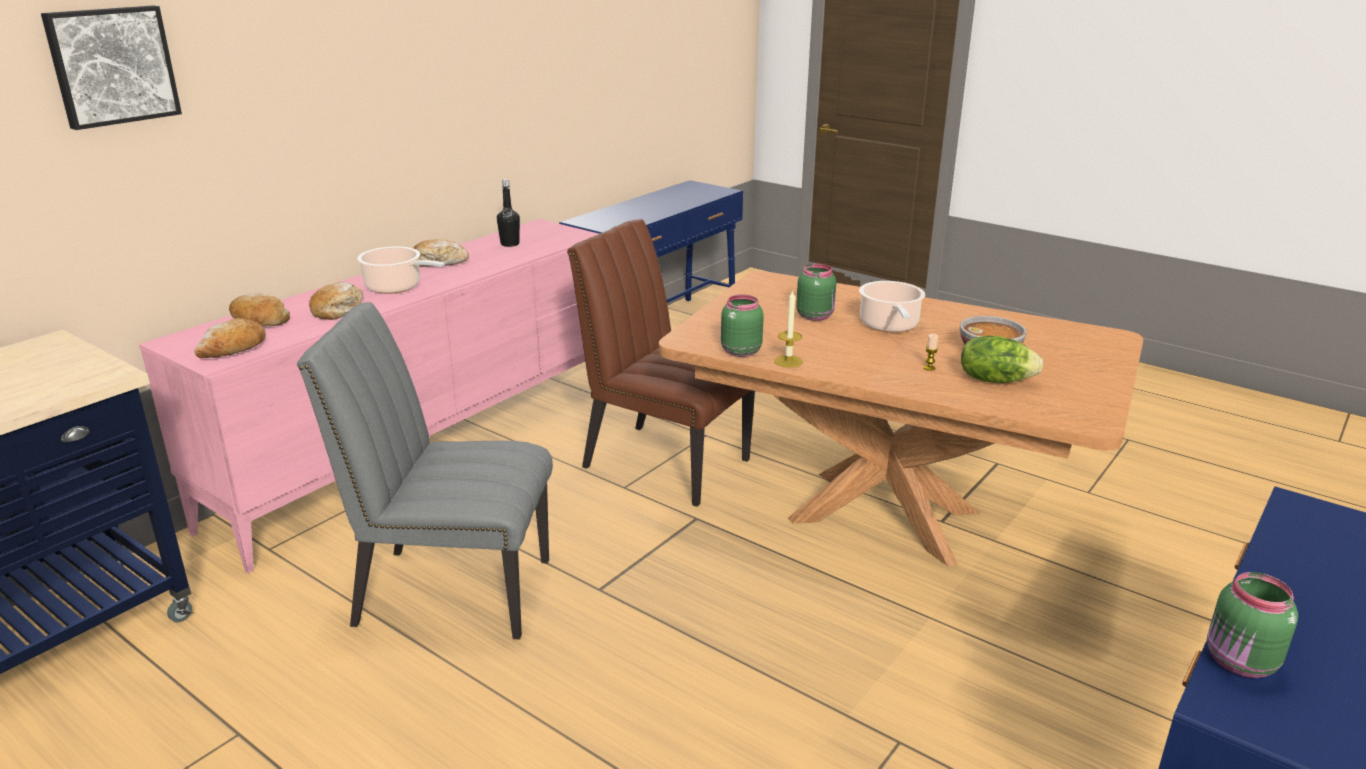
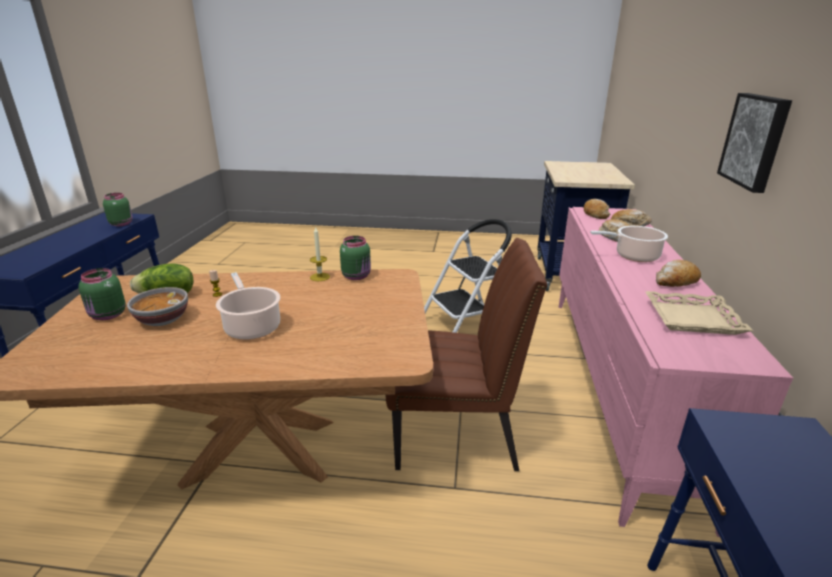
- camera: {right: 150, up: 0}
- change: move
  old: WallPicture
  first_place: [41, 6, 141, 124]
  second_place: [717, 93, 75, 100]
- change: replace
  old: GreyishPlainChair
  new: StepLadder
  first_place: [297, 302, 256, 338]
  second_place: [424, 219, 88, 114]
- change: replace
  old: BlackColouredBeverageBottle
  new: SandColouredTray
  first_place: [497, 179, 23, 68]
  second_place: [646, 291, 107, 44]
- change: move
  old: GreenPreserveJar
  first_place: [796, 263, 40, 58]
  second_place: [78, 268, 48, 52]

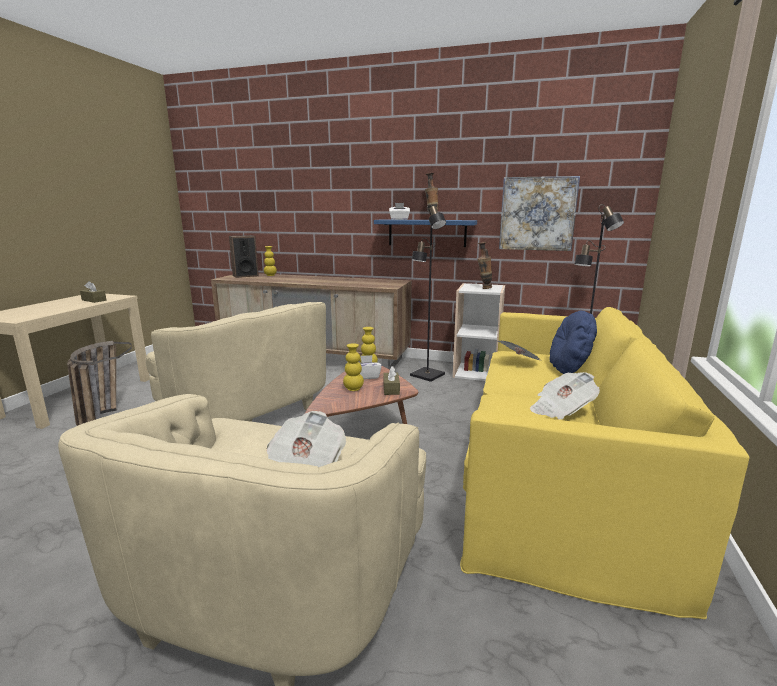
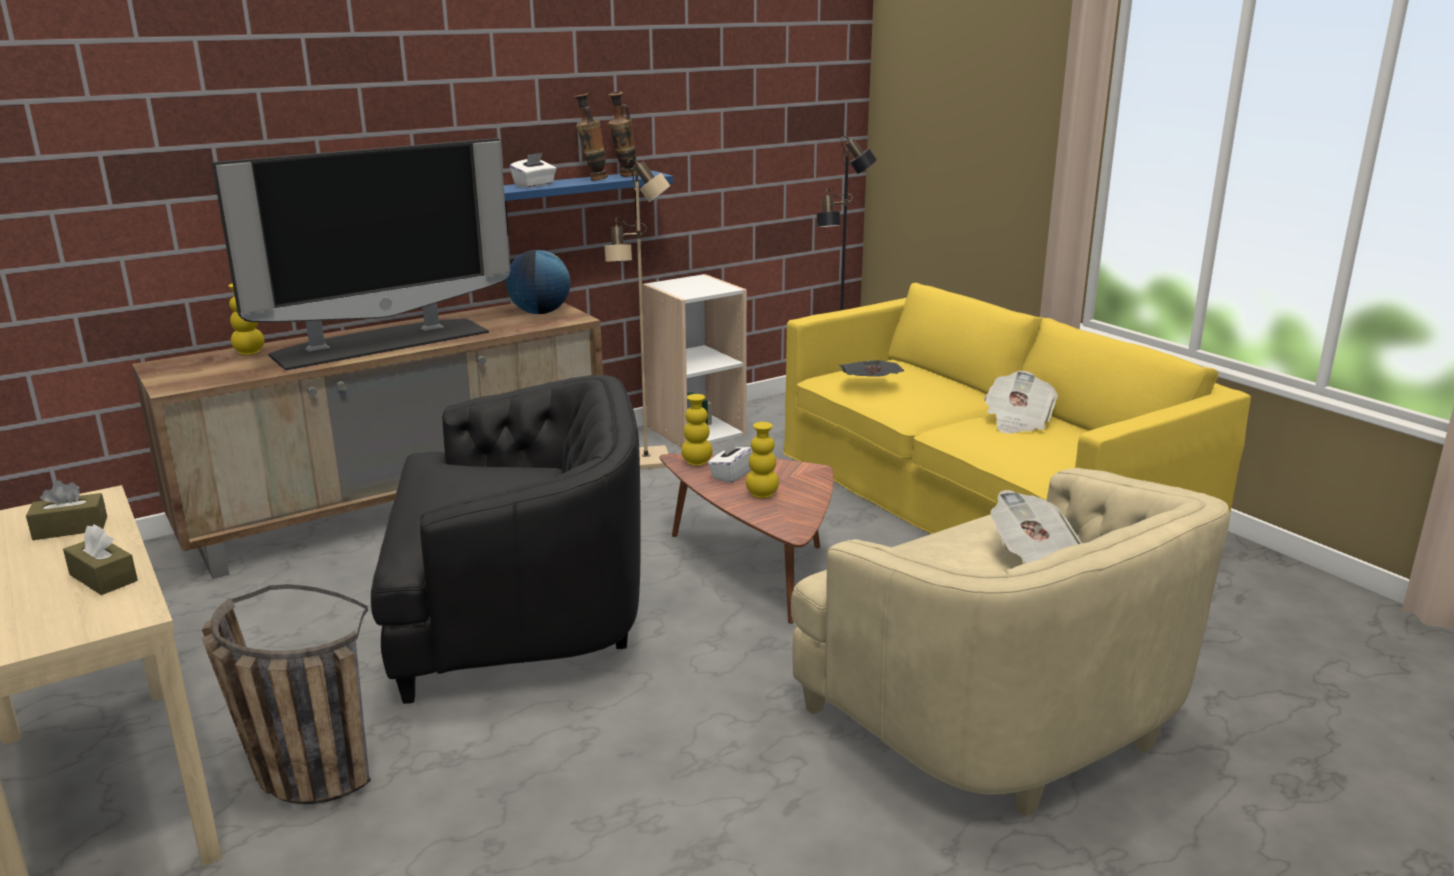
- camera: {right: -50, up: 5}
- change: recolor
  old: SandColouredEasyChair
  new: BlackColouredEasyChair
  first_place: [146, 302, 180, 120]
  second_place: [371, 375, 270, 329]
- change: delete
  old: Speaker
  first_place: [229, 235, 30, 43]
- change: move
  old: BrownColouredTissueHolder
  first_place: [383, 366, 17, 29]
  second_place: [63, 524, 75, 71]
- change: recolor
  old: BlackColouredStandardLamp
  new: SandColouredStandardLamp
  first_place: [410, 204, 36, 178]
  second_place: [605, 159, 65, 311]
- change: move
  old: Vase
  first_place: [477, 242, 15, 47]
  second_place: [608, 92, 29, 85]
- change: delete
  old: WallPicture
  first_place: [499, 176, 81, 75]
- change: delete
  old: BluishPillow
  first_place: [550, 311, 47, 63]
- change: insert
  new: Tv
  second_place: [212, 138, 298, 232]
- change: insert
  new: DeskGlobe
  second_place: [506, 250, 64, 64]

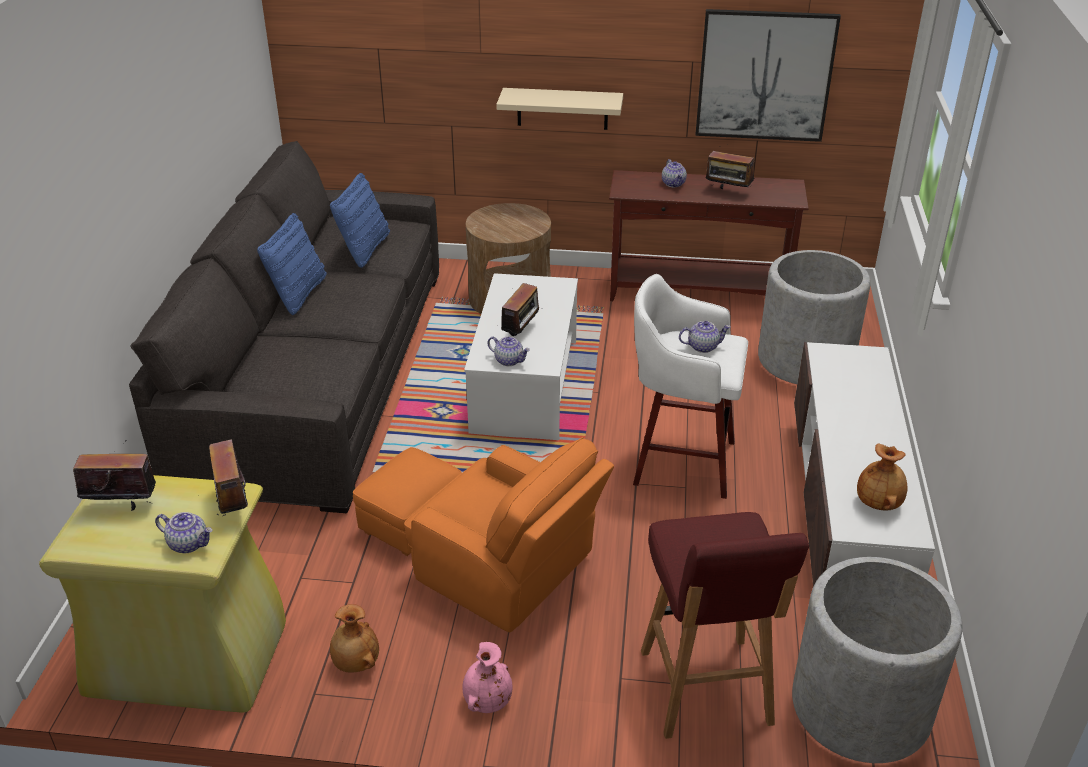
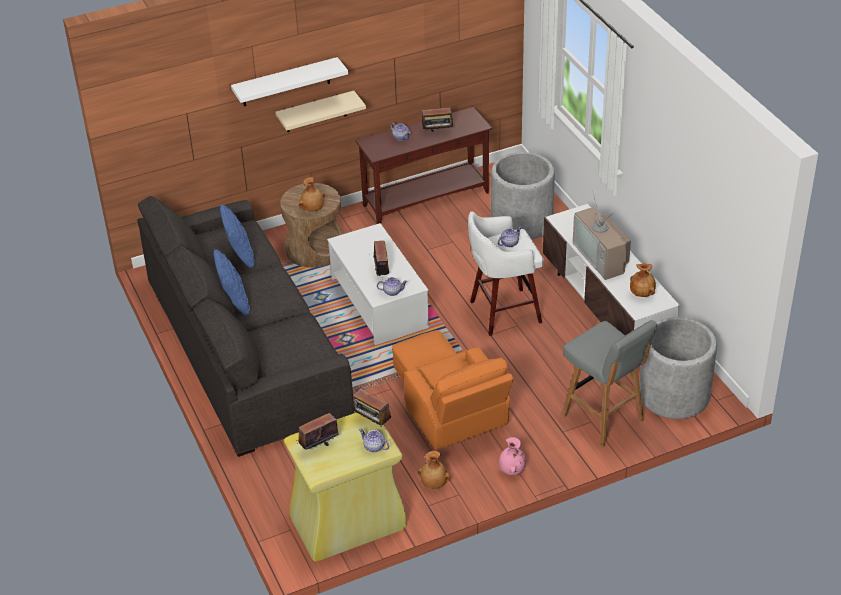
- camera: {right: -30, up: 5}
- change: rotate
  old: PotForTea
  first_place: [155, 512, 58, 41]
  second_place: [359, 429, 30, 23]
  degrees: -135
- change: rotate
  old: OrangeEasyChair
  first_place: [353, 437, 261, 195]
  second_place: [392, 330, 122, 120]
  degrees: 60
- change: recolor
  old: ReddishStoolSeat
  new: GreyishStoolSeat
  first_place: [641, 512, 168, 227]
  second_place: [562, 320, 95, 127]
- change: delete
  old: WallPicture
  first_place: [696, 9, 145, 133]
- change: insert
  new: WhiteColouredShelf
  second_place: [231, 57, 117, 49]
- change: insert
  new: BrownColouredVase
  second_place: [299, 177, 26, 35]
- change: insert
  new: Tv
  second_place: [573, 190, 58, 90]

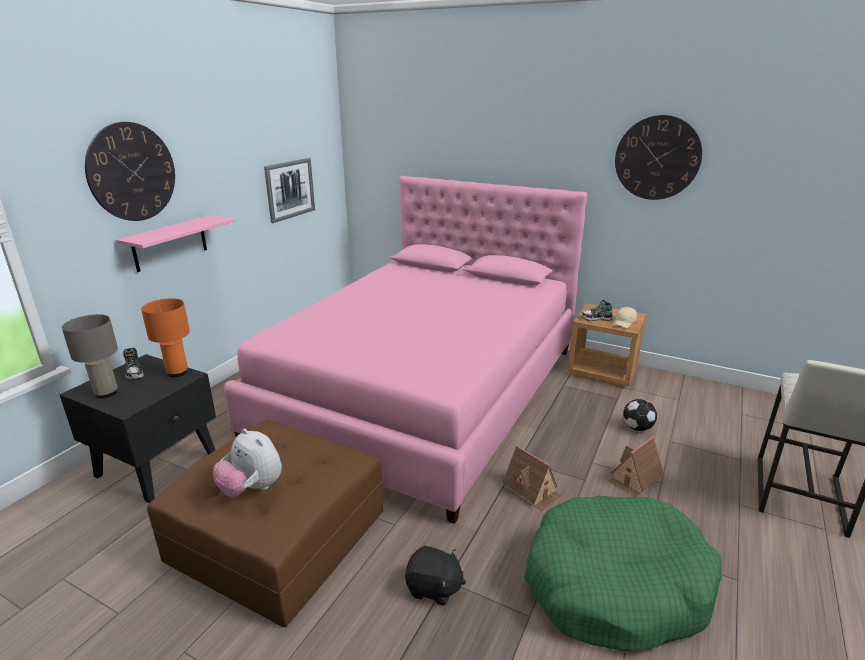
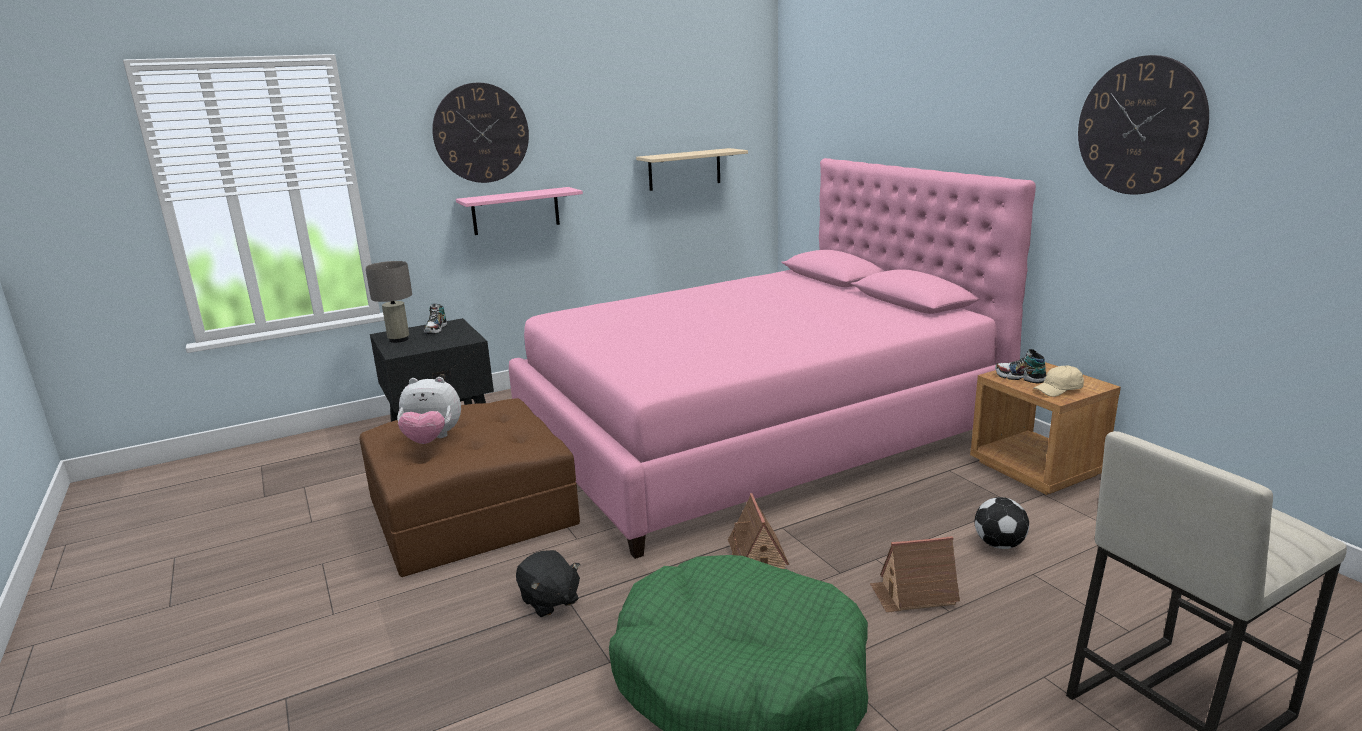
- camera: {right: 35, up: -5}
- change: delete
  old: OrangeTabletopLamp
  first_place: [141, 298, 49, 79]
- change: rotate
  old: SoftToy
  first_place: [213, 428, 69, 69]
  second_place: [397, 377, 64, 67]
  degrees: -75
- change: replace
  old: WallPicture
  new: SandColouredShelf
  first_place: [264, 158, 51, 65]
  second_place: [636, 148, 112, 43]

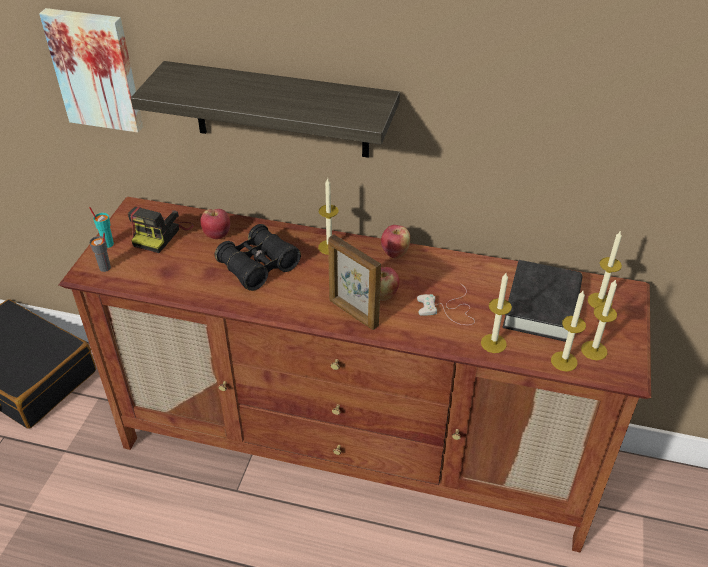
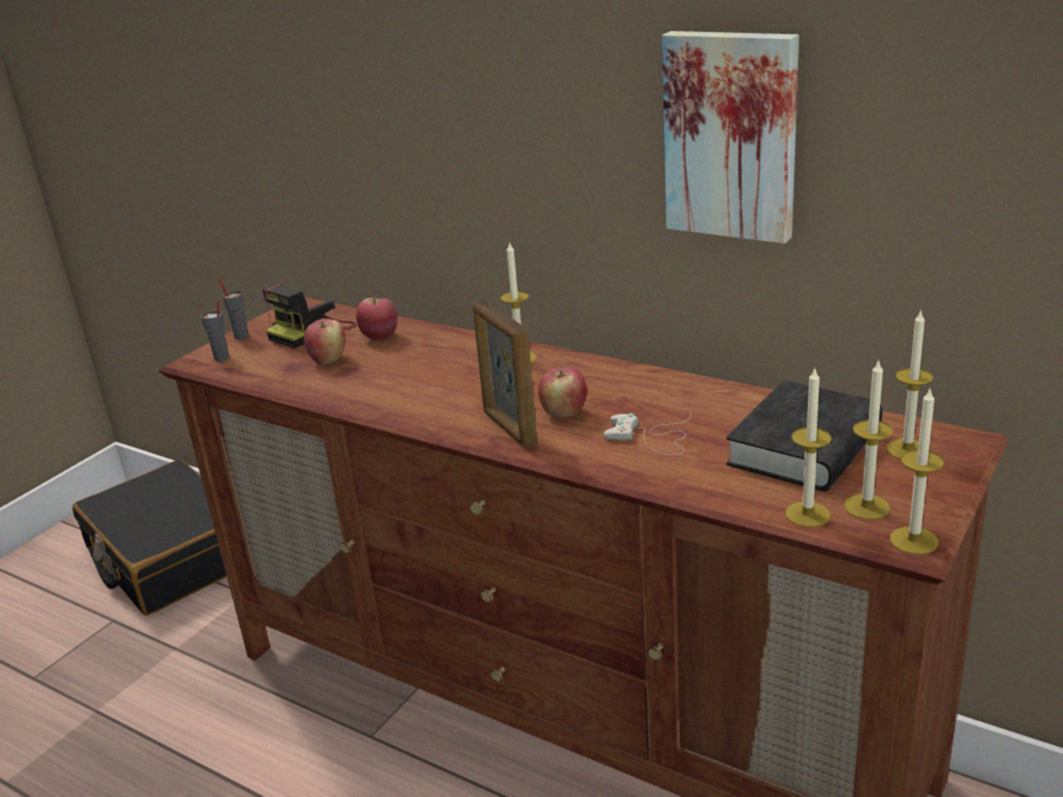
- camera: {right: 20, up: -15}
- change: move
  old: WallPicture
  first_place: [39, 8, 104, 125]
  second_place: [662, 31, 137, 213]
- change: recolor
  old: BlueGreenDrinkingCup
  new: GreyishDrinkingCup
  first_place: [89, 207, 25, 41]
  second_place: [219, 279, 30, 61]
- change: delete
  old: Shelf
  first_place: [131, 61, 269, 97]
- change: delete
  old: BlackColouredPairOfBinoculars
  first_place: [215, 224, 86, 67]
- change: move
  old: Apple
  first_place: [381, 225, 29, 33]
  second_place: [304, 318, 41, 47]
- change: move
  old: WaxLight
  first_place: [481, 273, 31, 80]
  second_place: [890, 389, 54, 166]

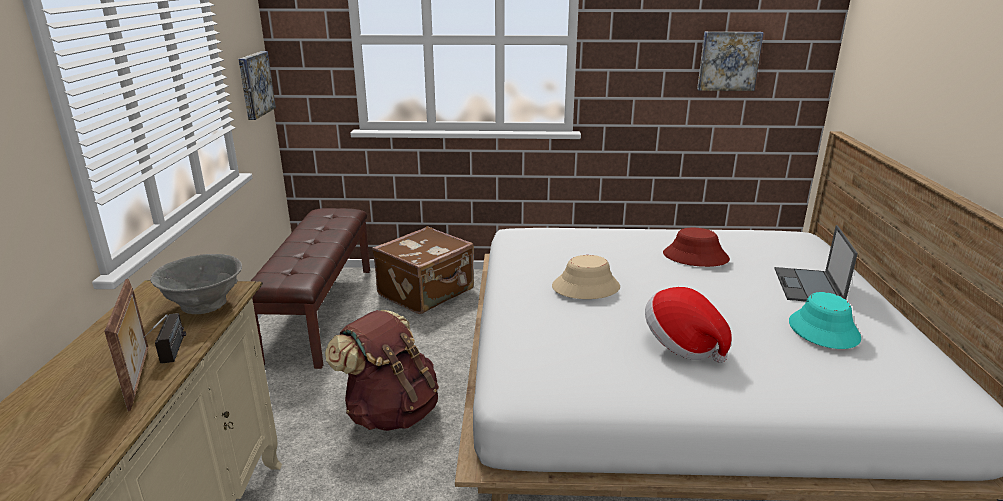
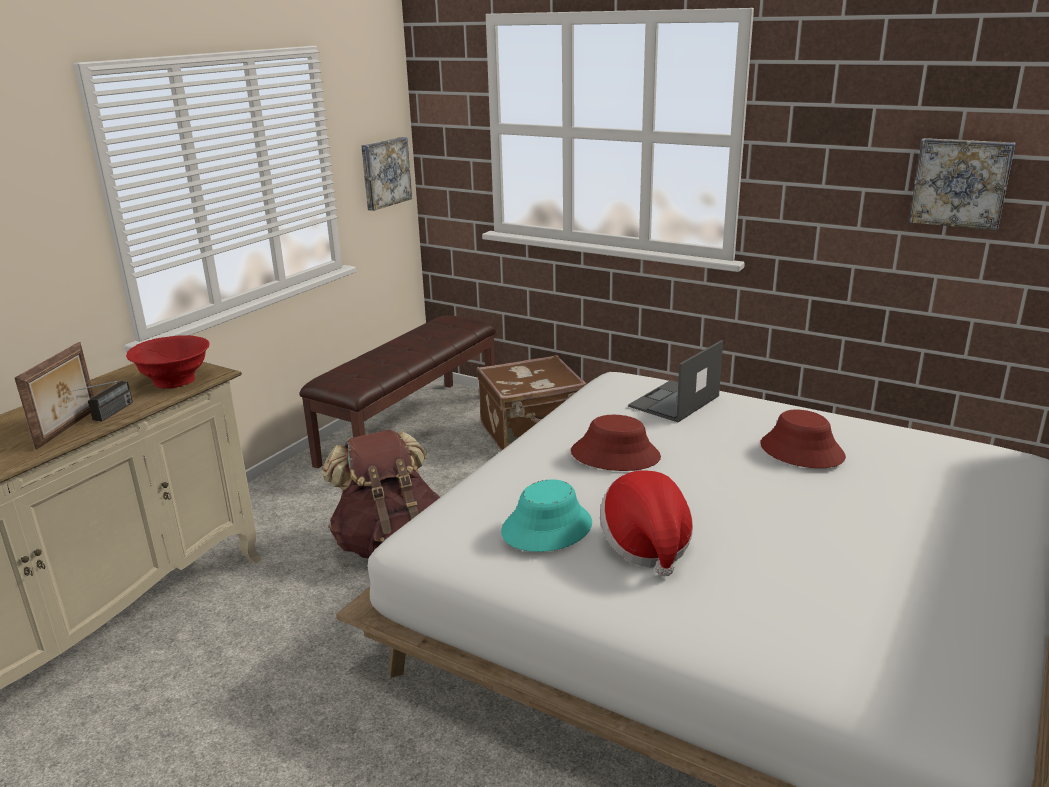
- camera: {right: 30, up: 0}
- change: recolor
  old: GreyishServingBowl
  new: ReddishServingBowl
  first_place: [150, 254, 92, 60]
  second_place: [126, 335, 83, 54]
- change: recolor
  old: SandColouredClothingHat
  new: ReddishClothingHat
  first_place: [552, 255, 68, 44]
  second_place: [571, 415, 90, 56]
- change: move
  old: Laptop
  first_place: [774, 225, 84, 77]
  second_place: [628, 340, 95, 82]
- change: move
  old: BlueGreenClothingHat
  first_place: [789, 292, 72, 57]
  second_place: [501, 479, 91, 73]

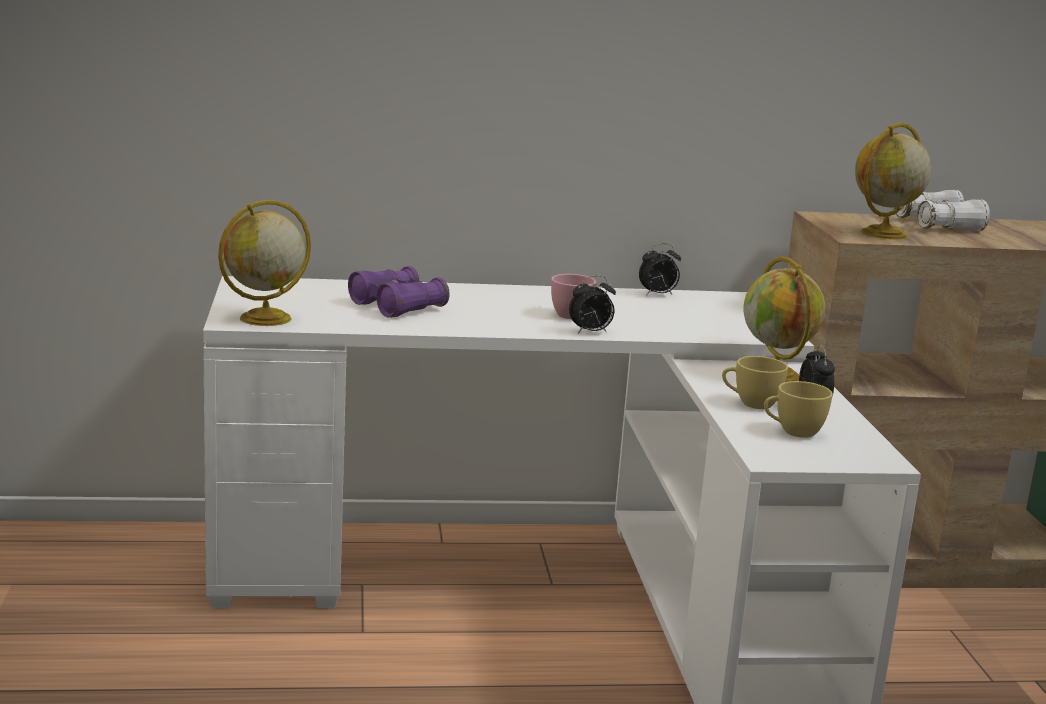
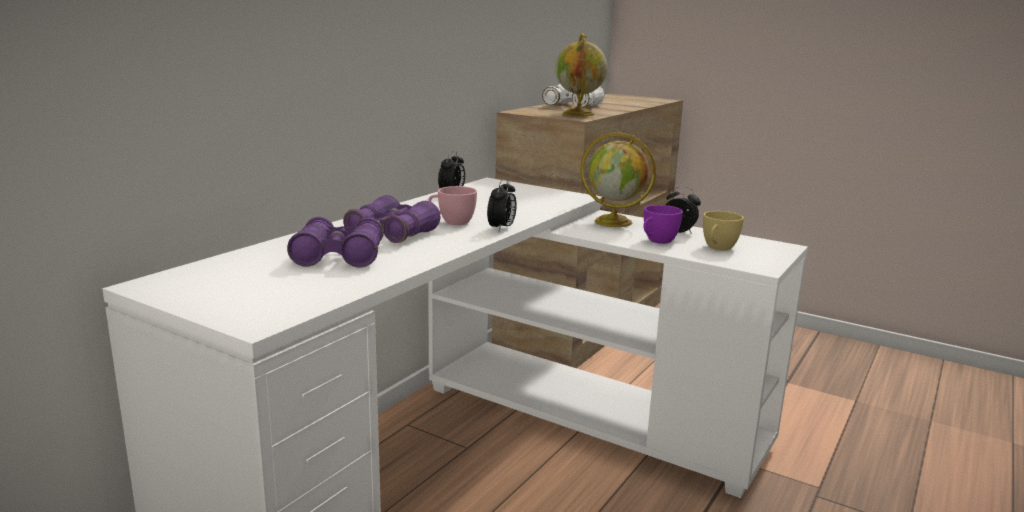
- camera: {right: -50, up: 0}
- change: delete
  old: DeskGlobe
  first_place: [218, 200, 93, 126]
- change: recolor
  old: YellowDrinkingCup
  new: PurpleDrinkingCup
  first_place: [722, 356, 66, 53]
  second_place: [643, 205, 40, 39]
- change: insert
  new: PurplePairOfBinoculars
  second_place: [343, 195, 97, 48]

